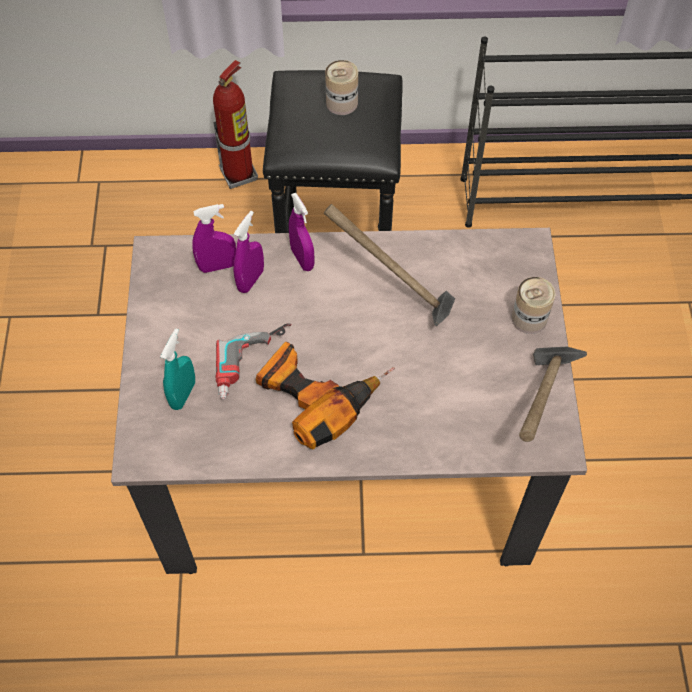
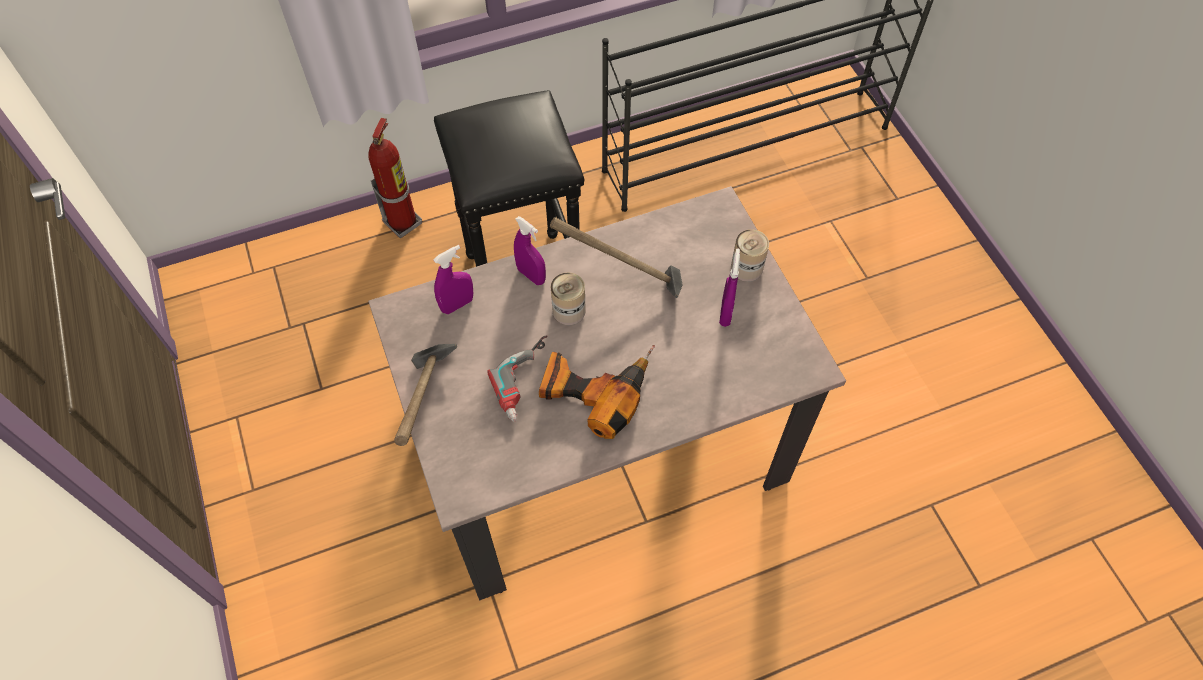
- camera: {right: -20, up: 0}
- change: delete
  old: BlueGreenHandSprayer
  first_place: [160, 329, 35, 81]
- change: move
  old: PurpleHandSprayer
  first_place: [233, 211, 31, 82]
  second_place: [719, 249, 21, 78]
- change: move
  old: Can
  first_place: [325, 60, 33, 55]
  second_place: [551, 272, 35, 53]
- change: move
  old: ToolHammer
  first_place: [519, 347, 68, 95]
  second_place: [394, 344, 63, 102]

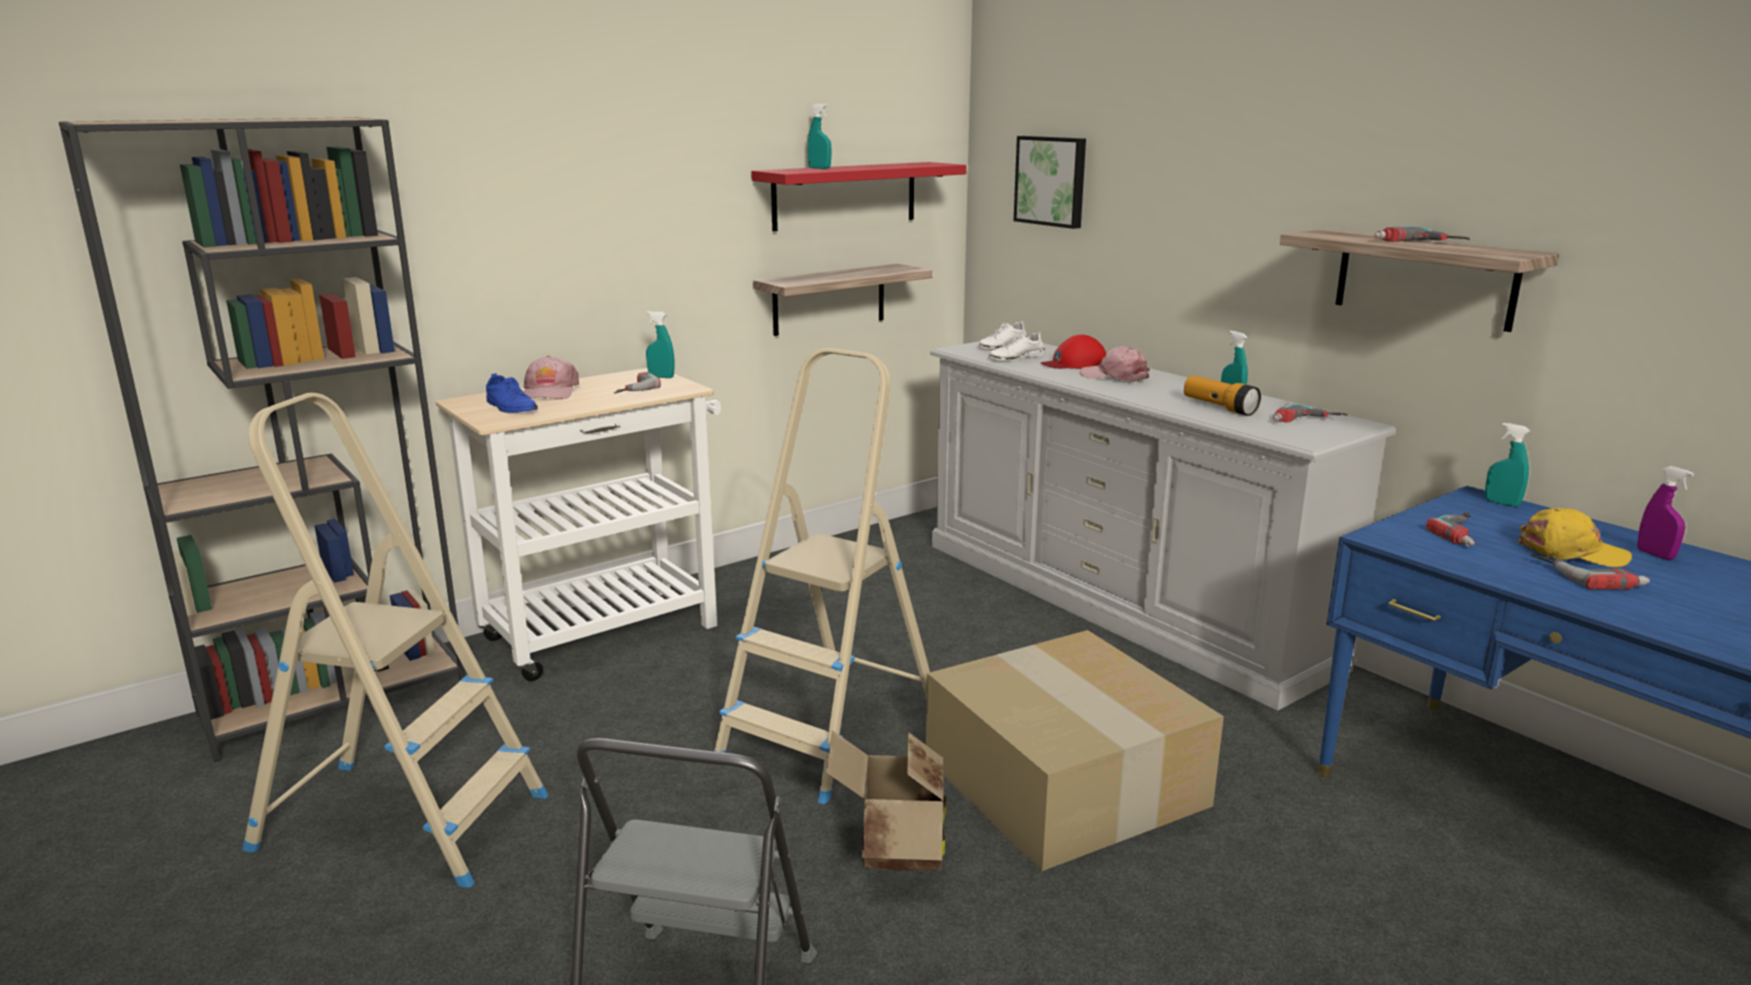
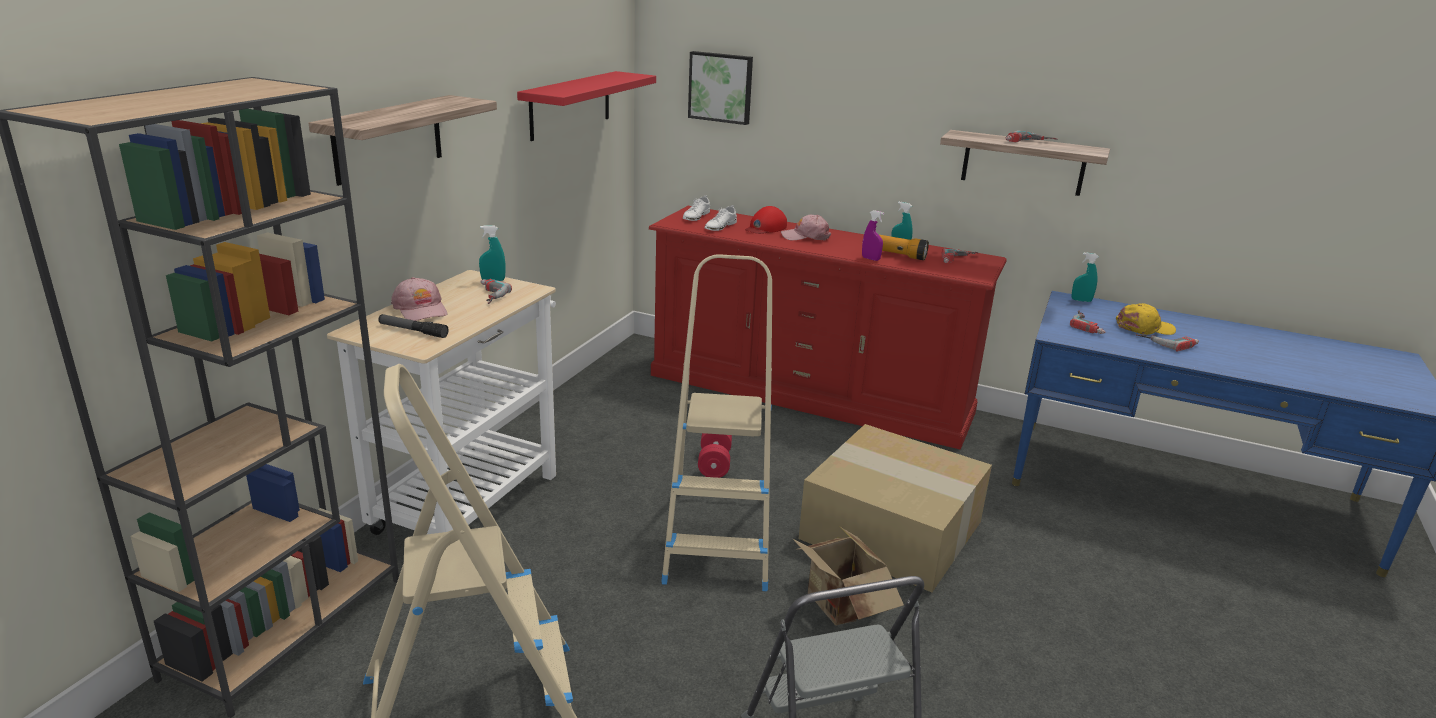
- camera: {right: -30, up: 5}
- change: replace
  old: BluishLowShoe
  new: Torch
  first_place: [486, 373, 52, 40]
  second_place: [378, 314, 71, 24]
- change: move
  old: Shelf
  first_place: [753, 264, 180, 72]
  second_place: [309, 95, 188, 91]
- change: delete
  old: BlueGreenHandSprayer
  first_place: [808, 104, 24, 65]
- change: recolor
  old: WhiteColouredCabinet
  new: ReddishCabinet
  first_place: [930, 341, 466, 370]
  second_place: [649, 206, 358, 244]
- change: move
  old: PurpleHandSprayer
  first_place: [1637, 466, 57, 94]
  second_place: [862, 210, 22, 51]
- change: insert
  new: ReddishHandWeight
  second_place: [698, 433, 34, 45]

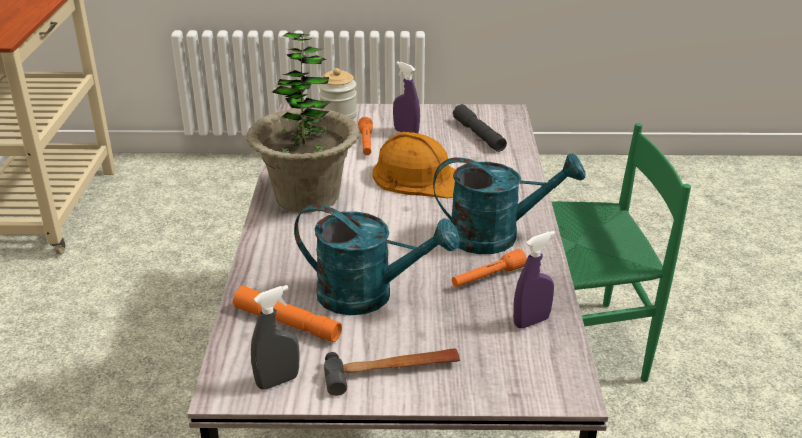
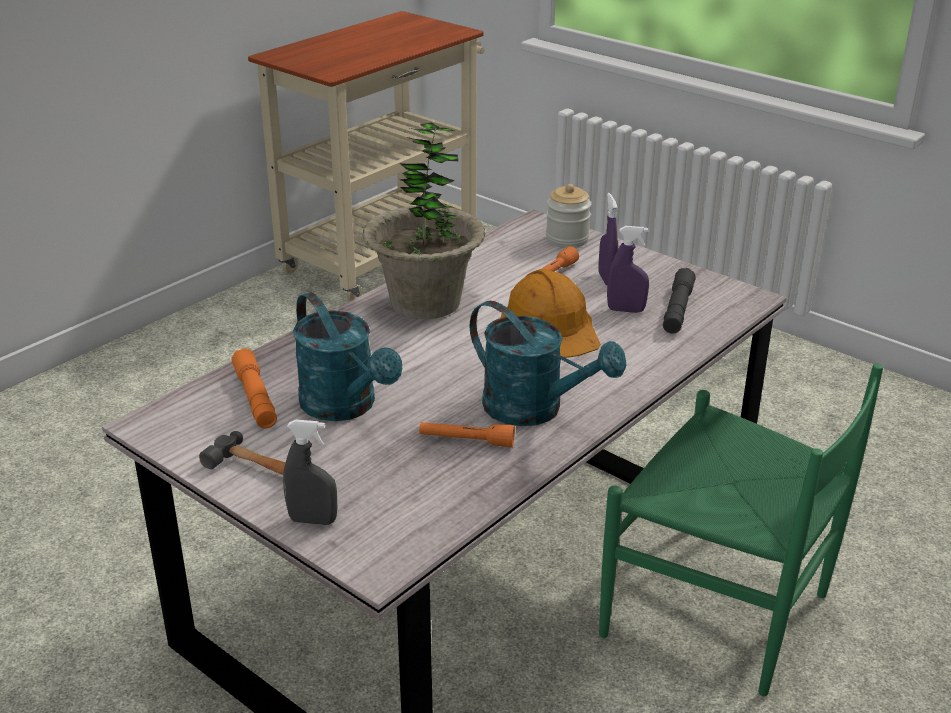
- camera: {right: 40, up: 0}
- change: move
  old: GreyishHandSprayer
  first_place: [251, 285, 49, 105]
  second_place: [283, 419, 54, 106]
- change: move
  old: PurpleHandSprayer
  first_place: [513, 231, 42, 97]
  second_place: [607, 226, 42, 87]

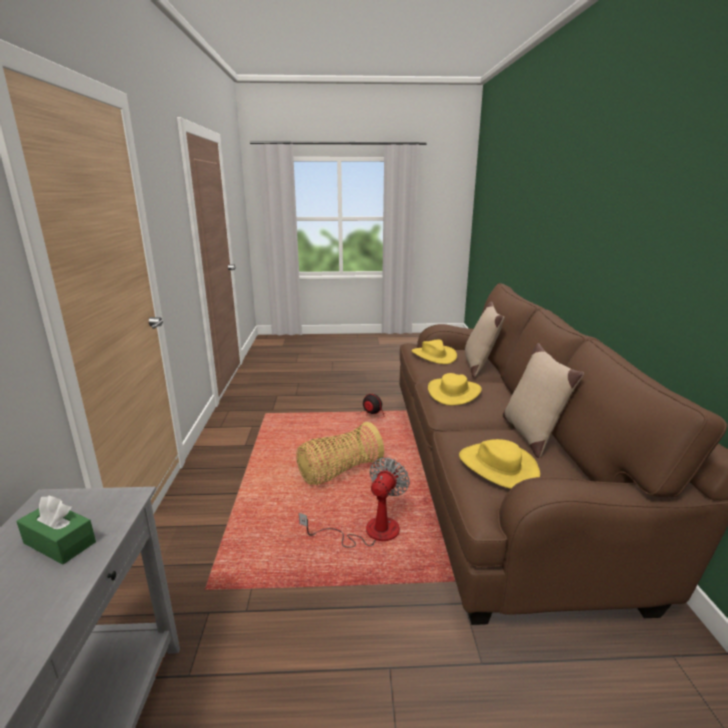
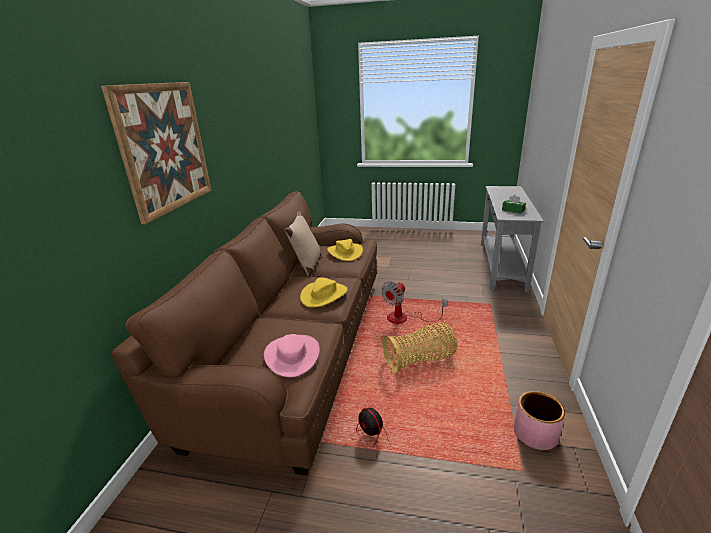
- camera: {right: -165, up: 5}
- change: recolor
  old: YellowClothingHat
  new: PinkColouredClothingHat
  first_place: [411, 339, 46, 25]
  second_place: [264, 334, 56, 44]
- change: delete
  old: SandColouredPillow
  first_place: [465, 301, 40, 76]
- change: insert
  new: WallPicture
  second_place: [101, 82, 110, 142]
- change: insert
  new: PinkColouredPlantPot
  second_place: [514, 391, 52, 59]

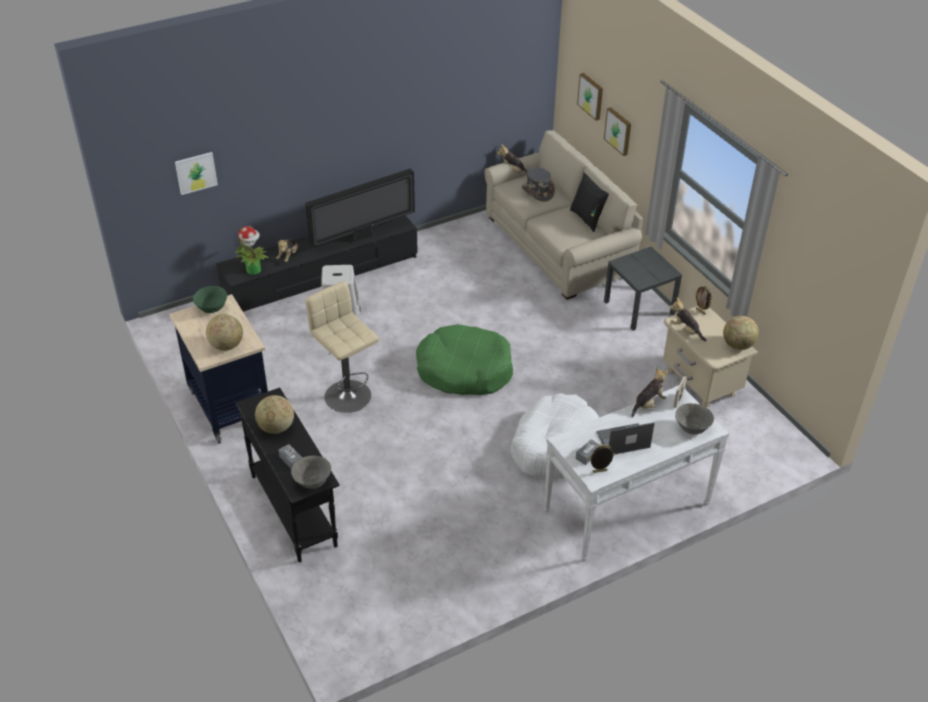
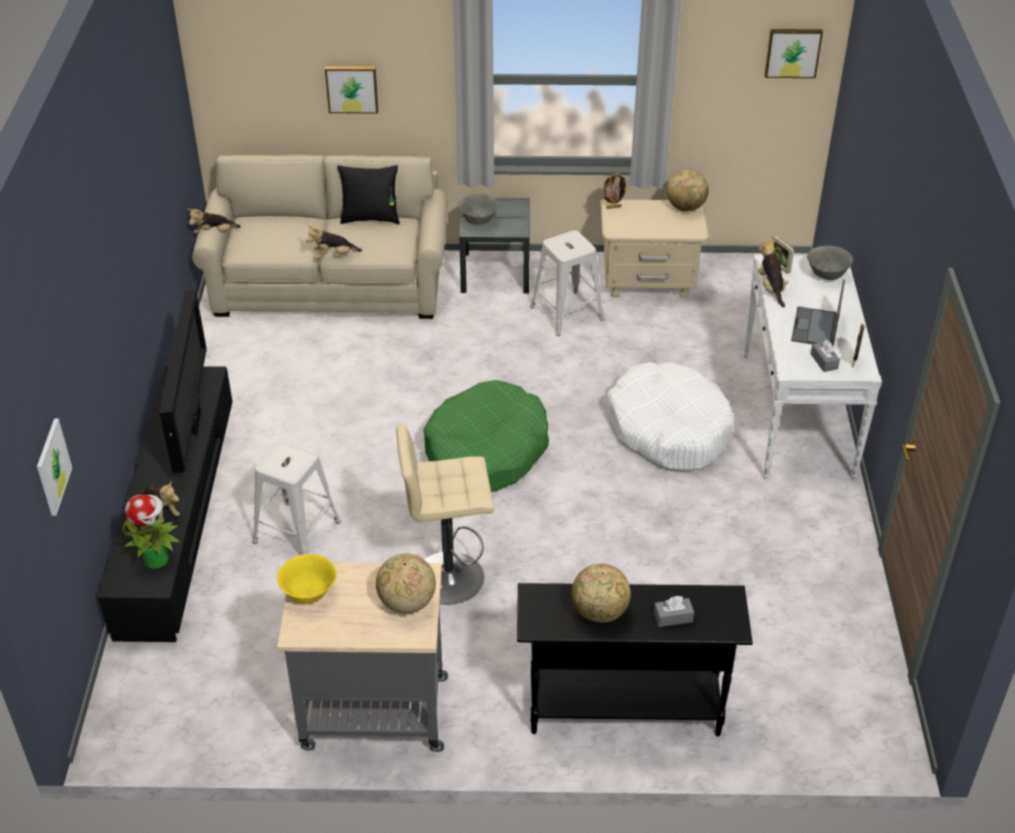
- camera: {right: -60, up: 0}
- change: recolor
  old: BluishTrolley
  new: GreyishTrolley
  first_place: [169, 294, 99, 150]
  second_place: [277, 562, 171, 190]
- change: recolor
  old: GreenServingBowl
  new: YellowServingBowl
  first_place: [193, 286, 34, 27]
  second_place: [277, 554, 60, 50]
- change: move
  old: GreyishServingBowl
  first_place: [291, 456, 40, 33]
  second_place: [458, 194, 40, 30]
- change: delete
  old: GreyishClothingHat
  first_place: [522, 167, 33, 35]
- change: move
  old: WallPicture
  first_place: [577, 73, 26, 48]
  second_place: [765, 29, 58, 49]
- change: move
  old: SoftToy
  first_place: [669, 297, 38, 44]
  second_place: [306, 225, 56, 34]
- change: insert
  new: WhiteColouredStoolSeat
  second_place: [530, 231, 74, 105]

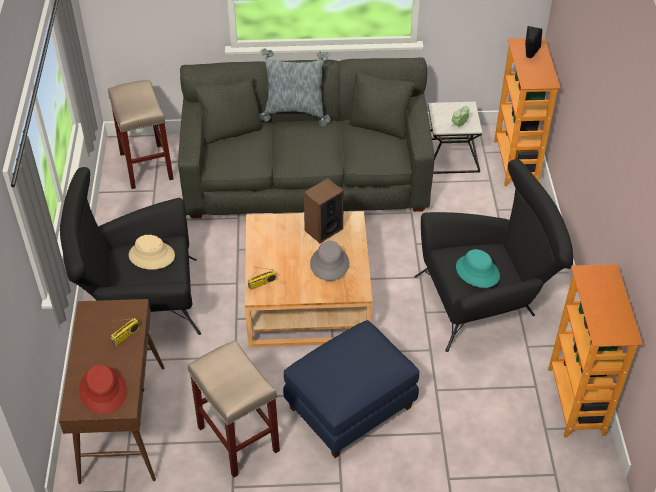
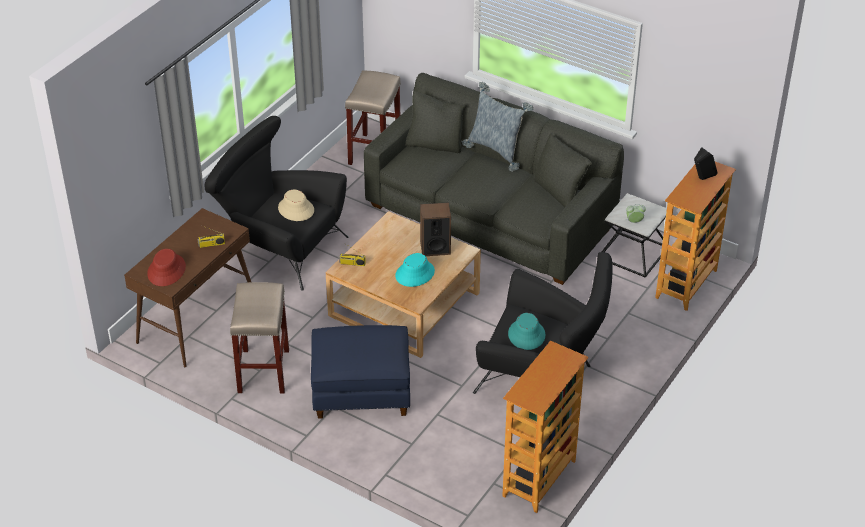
- camera: {right: 35, up: -5}
- change: recolor
  old: GreyishClothingHat
  new: BlueGreenClothingHat
  first_place: [310, 241, 39, 40]
  second_place: [395, 253, 40, 34]

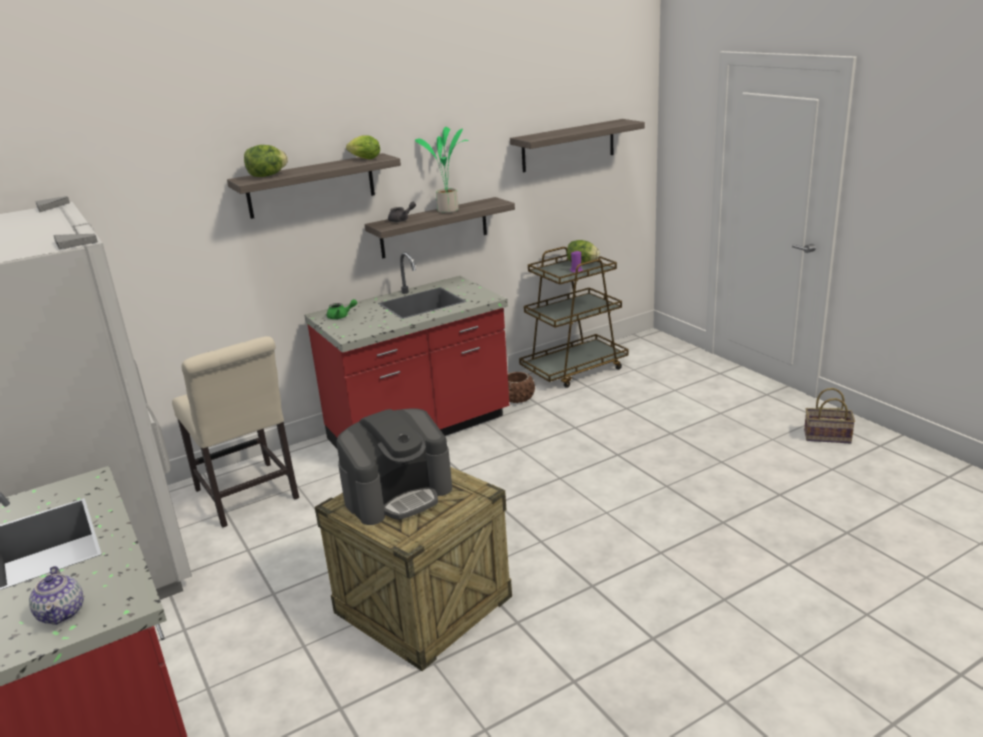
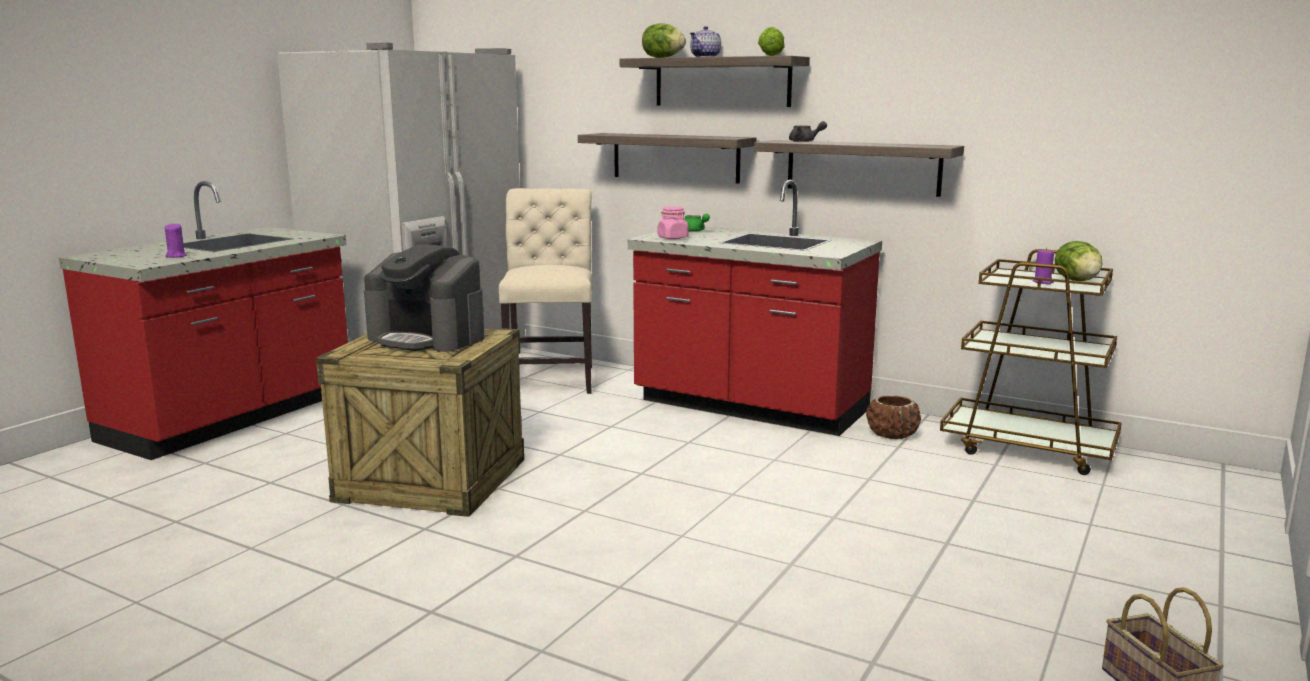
- camera: {right: 60, up: -10}
- change: move
  old: PotForTea
  first_place: [29, 566, 55, 59]
  second_place: [690, 26, 31, 31]
- change: rotate
  old: SandColouredPlainChair
  first_place: [172, 336, 127, 192]
  second_place: [499, 188, 94, 206]
  degrees: 150
- change: delete
  old: Houseplant
  first_place: [415, 127, 54, 86]
- change: move
  old: Shelf
  first_place: [510, 119, 135, 53]
  second_place: [578, 133, 179, 51]
- change: insert
  new: PurpleWaxLight
  second_place: [165, 224, 22, 34]
- change: insert
  new: PinkColouredPreserveJar
  second_place: [658, 207, 31, 32]

